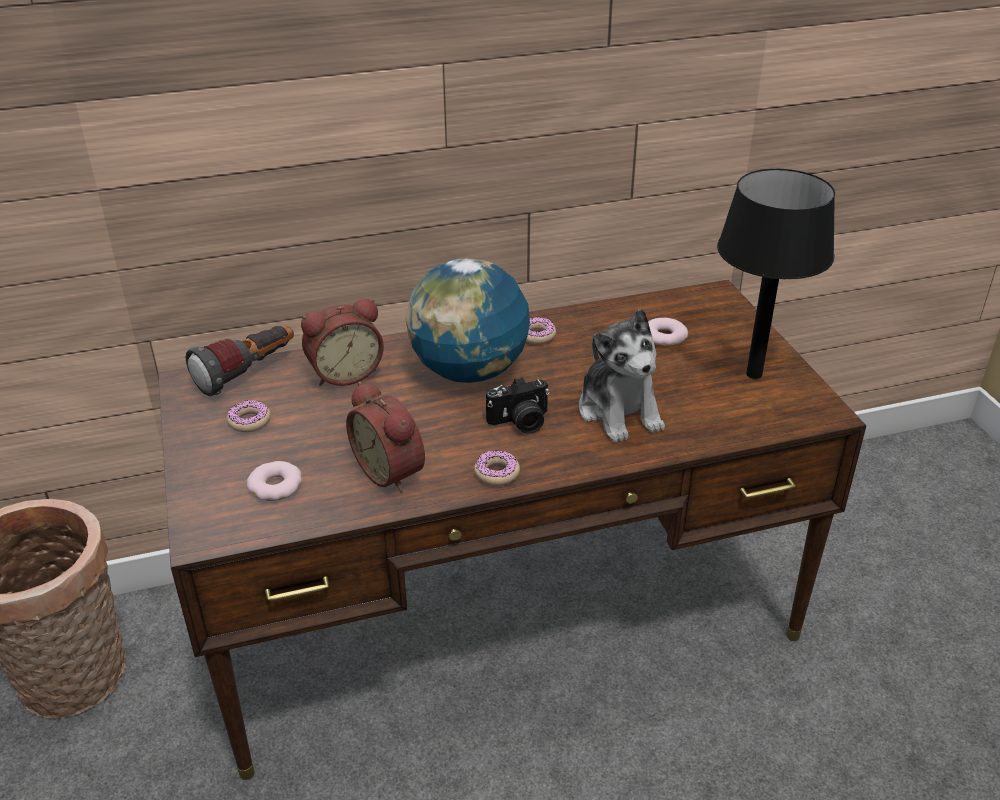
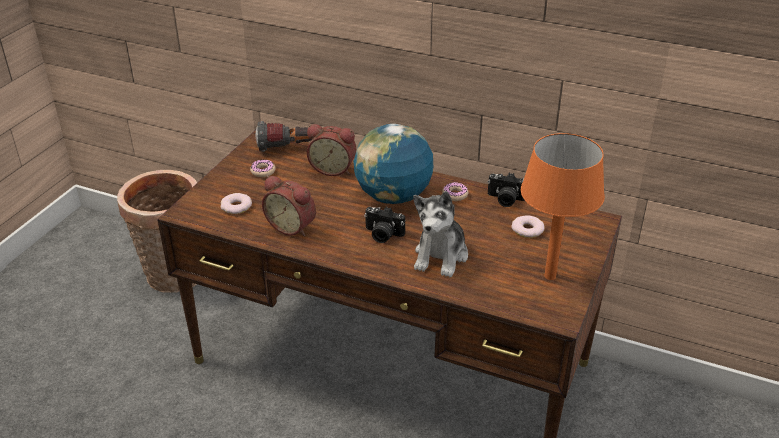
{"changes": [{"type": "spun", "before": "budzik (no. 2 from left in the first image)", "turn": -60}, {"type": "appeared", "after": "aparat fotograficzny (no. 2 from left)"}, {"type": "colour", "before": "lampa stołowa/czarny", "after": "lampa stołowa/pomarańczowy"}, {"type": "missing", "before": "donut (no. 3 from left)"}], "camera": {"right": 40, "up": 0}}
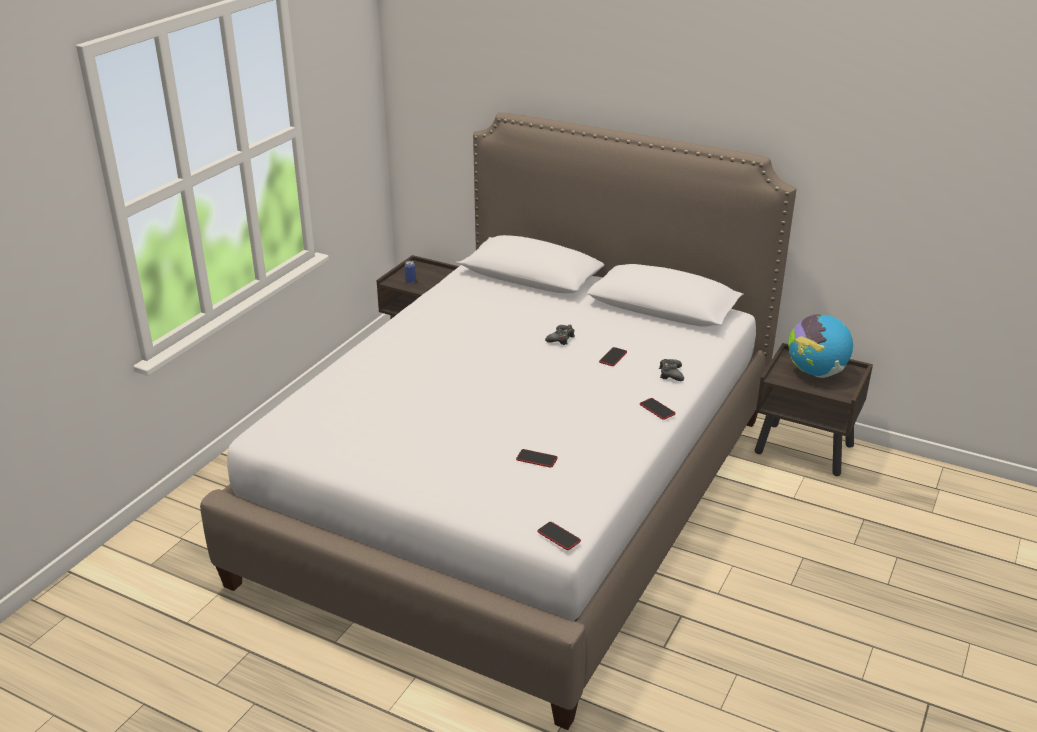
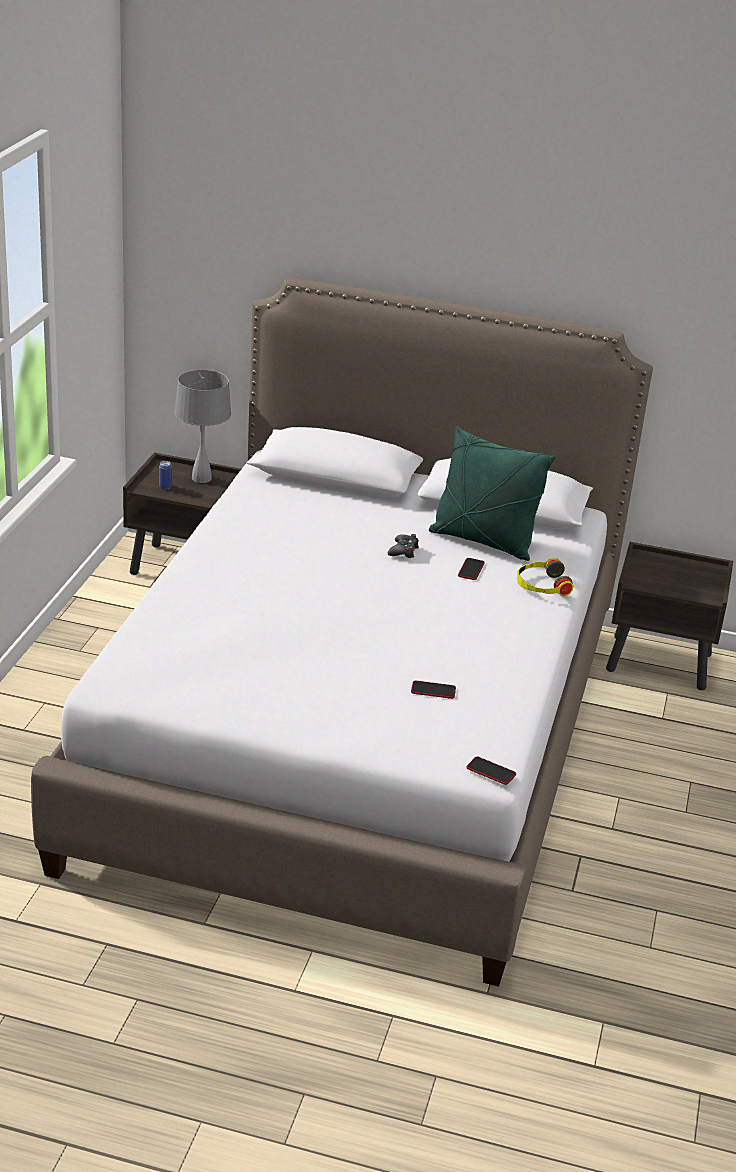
{"changes": [{"type": "appeared", "after": "lampa stołowa/szary"}, {"type": "appeared", "after": "poduszka/zielony"}, {"type": "exchanged", "before": "pad do gier/czarny (no. 2 from left)", "after": "słuchawki"}, {"type": "missing", "before": "telefon (no. 4 from left)"}, {"type": "missing", "before": "globus"}], "camera": {"right": -15, "up": 0}}
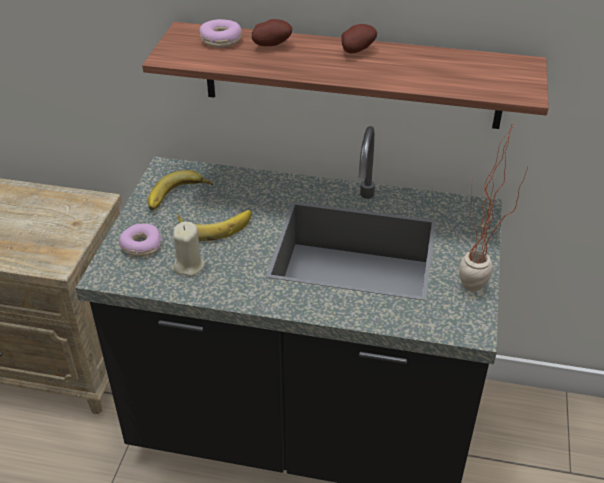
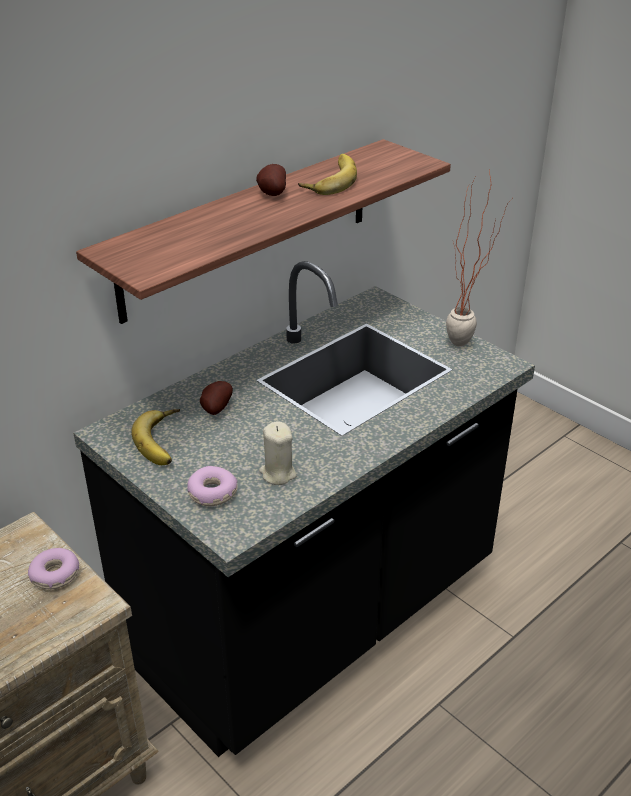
{"changes": [{"type": "relocated", "before": "donut (no. 2 from left in the first image)", "after": "donut (no. 1 from left)"}, {"type": "relocated", "before": "ziemniak (no. 1 from left)"}, {"type": "relocated", "before": "banan (no. 2 from left)"}], "camera": {"right": -55, "up": -5}}
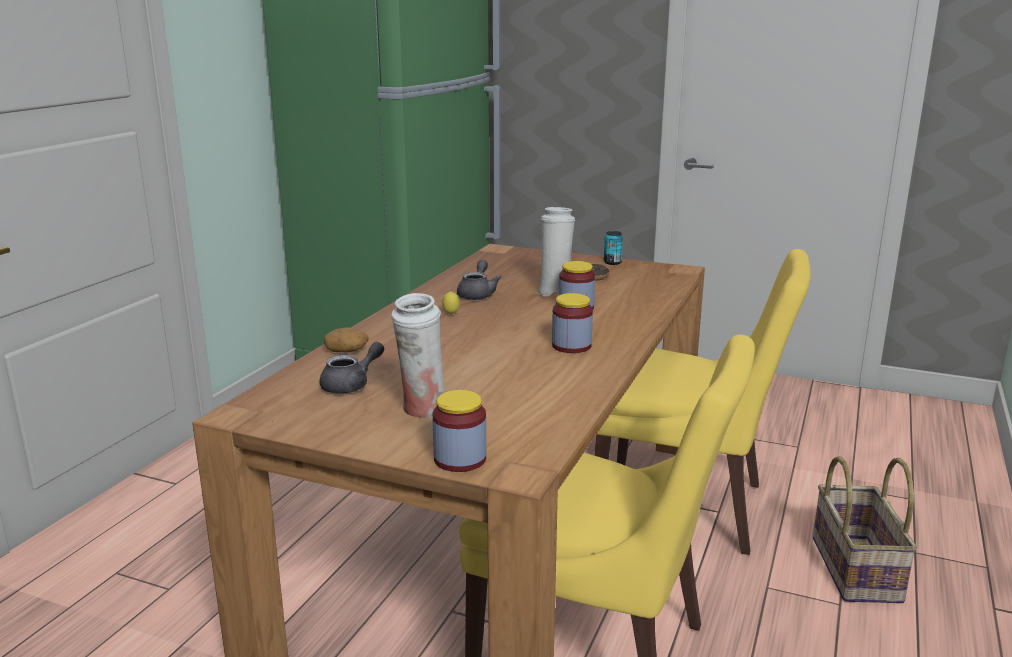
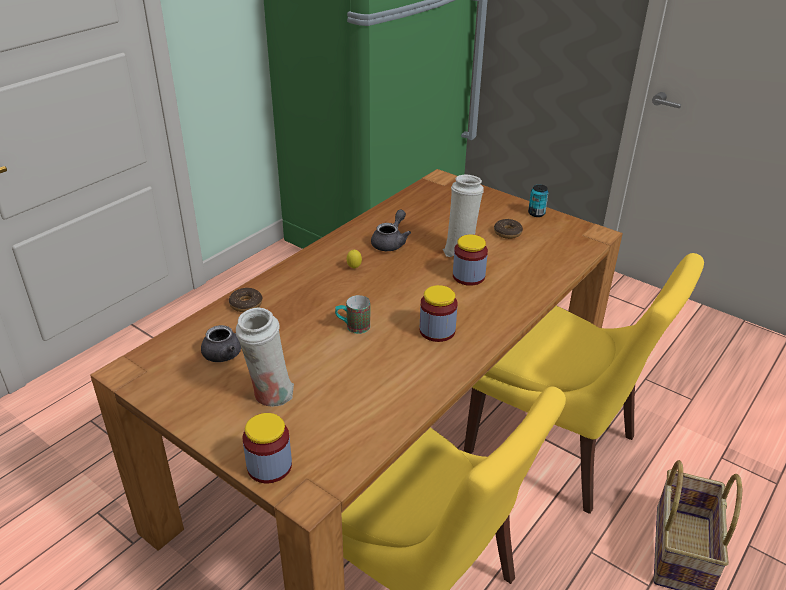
{"changes": [{"type": "exchanged", "before": "ziemniak", "after": "donut (no. 1 from left)"}, {"type": "appeared", "after": "kubek"}], "camera": {"right": 15, "up": 15}}
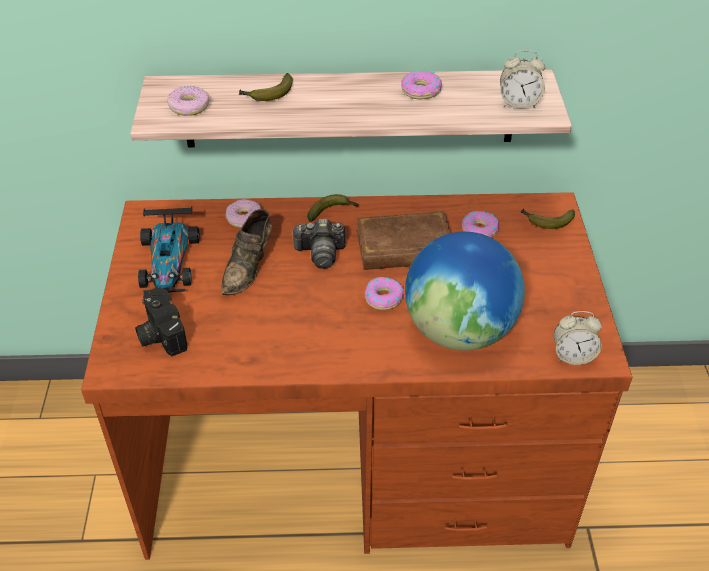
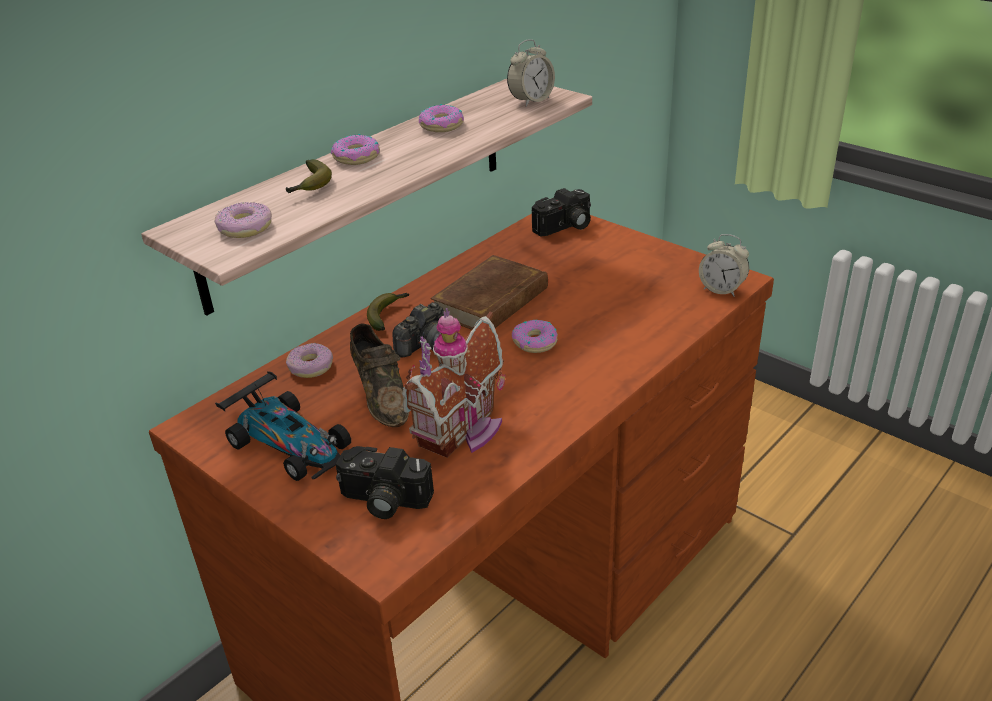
{"changes": [{"type": "relocated", "before": "donut (no. 5 from left in the first image)", "after": "donut (no. 3 from left)"}, {"type": "appeared", "after": "domek"}, {"type": "exchanged", "before": "banan (no. 3 from left)", "after": "aparat fotograficzny (no. 3 from left)"}, {"type": "spun", "before": "budzik (no. 2 from left)", "turn": 75}, {"type": "missing", "before": "globus"}], "camera": {"right": -45, "up": -10}}
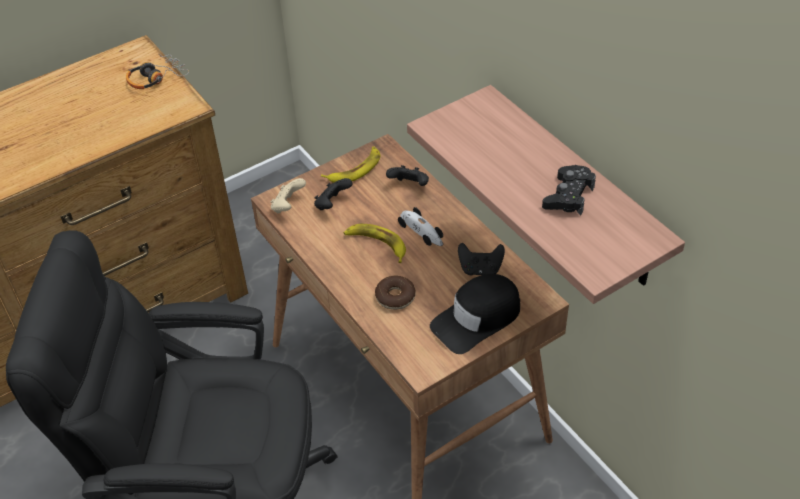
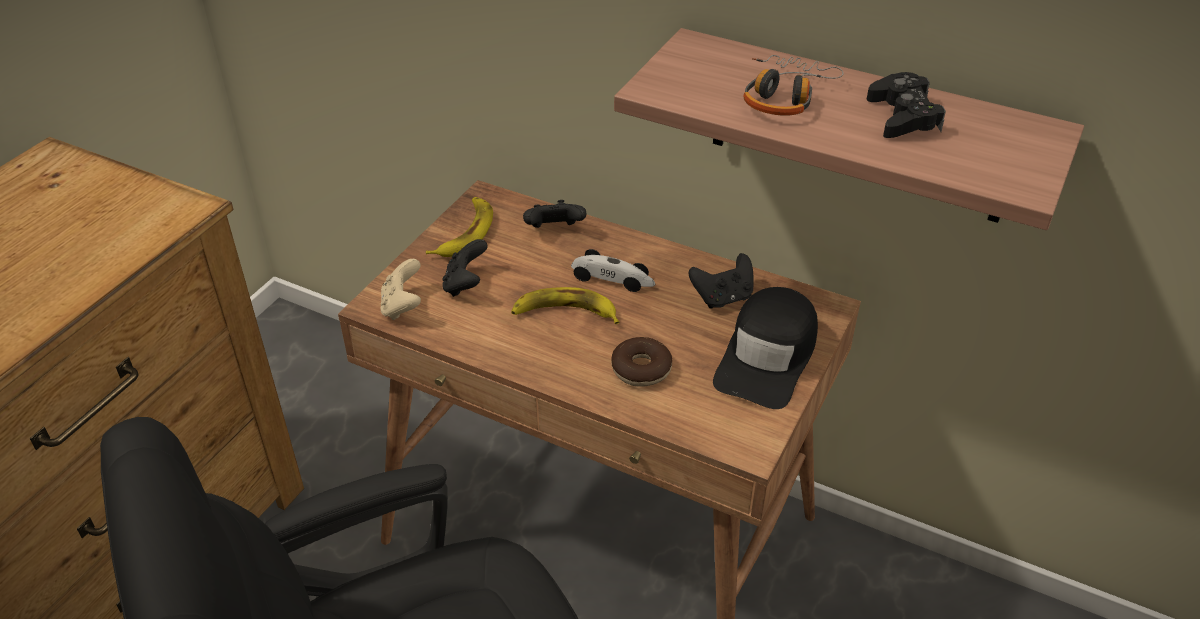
{"changes": [{"type": "relocated", "before": "słuchawki"}], "camera": {"right": -30, "up": -5}}
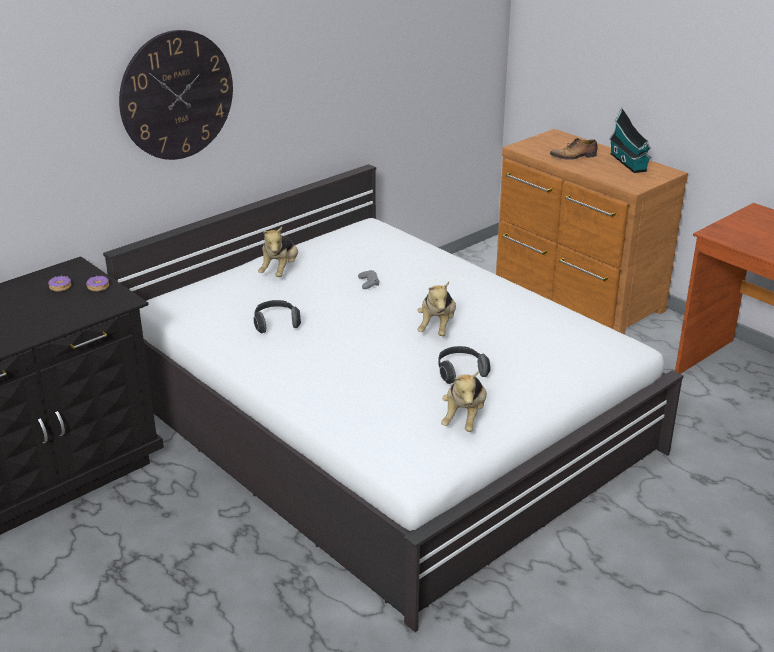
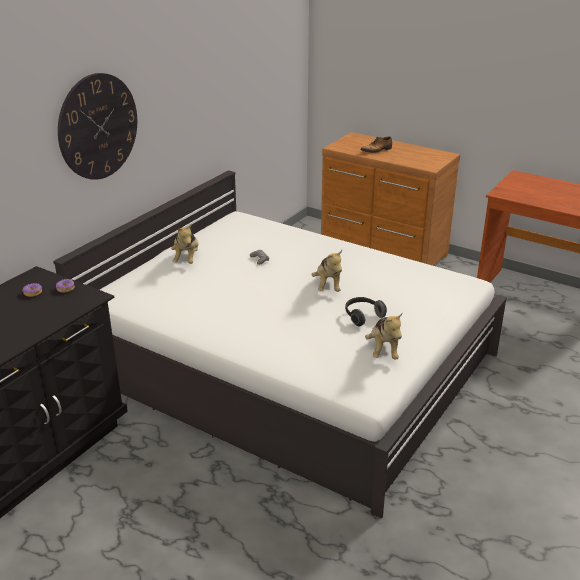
{"changes": [{"type": "missing", "before": "słuchawki (no. 1 from left)"}, {"type": "missing", "before": "domek"}], "camera": {"right": -15, "up": 0}}
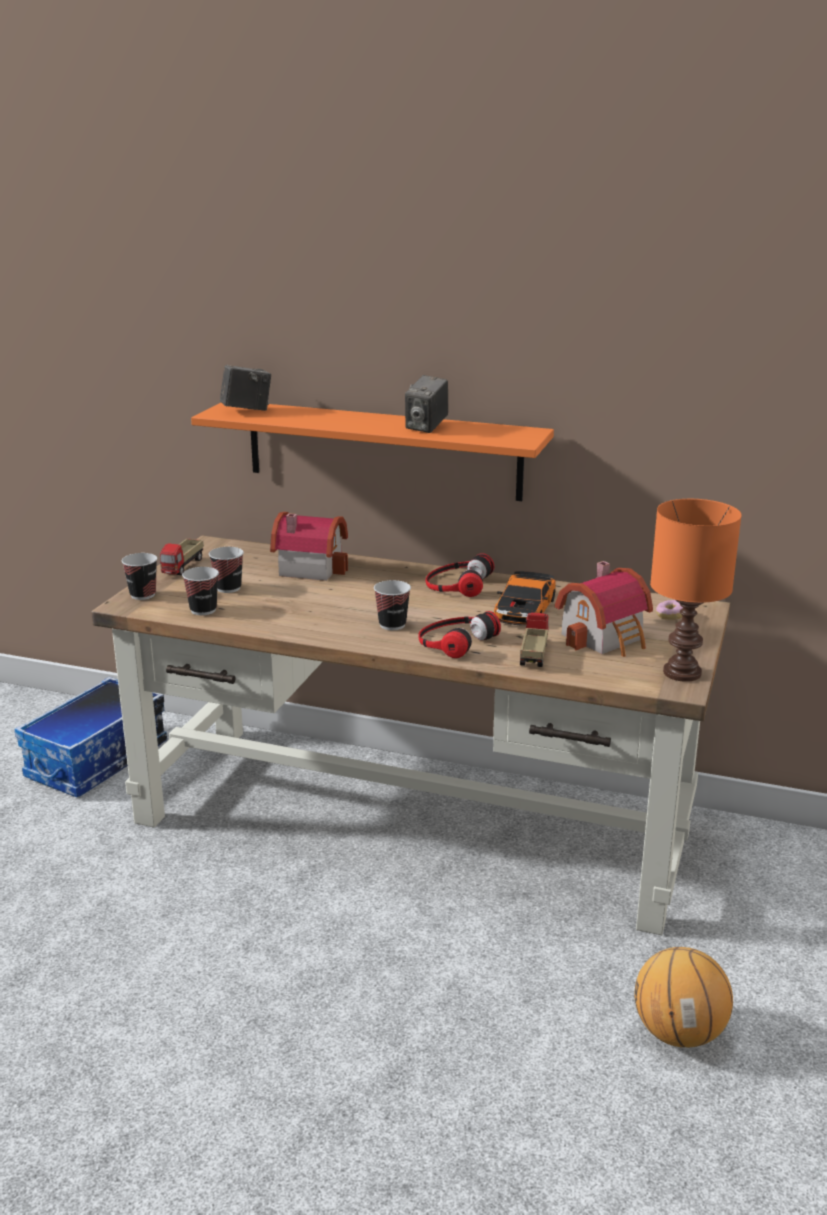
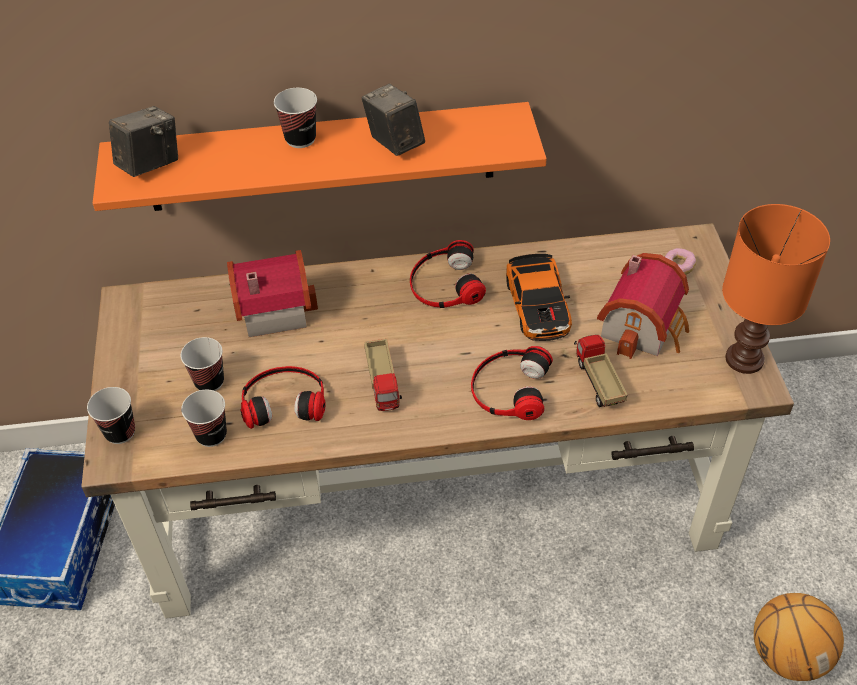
{"changes": [{"type": "appeared", "after": "słuchawki (no. 1 from left)"}, {"type": "relocated", "before": "filiżanka (no. 4 from left)"}, {"type": "spun", "before": "aparat fotograficzny (no. 2 from left)", "turn": 150}, {"type": "relocated", "before": "ciężarówka zabawkowa (no. 1 from left)"}], "camera": {"right": -25, "up": 25}}
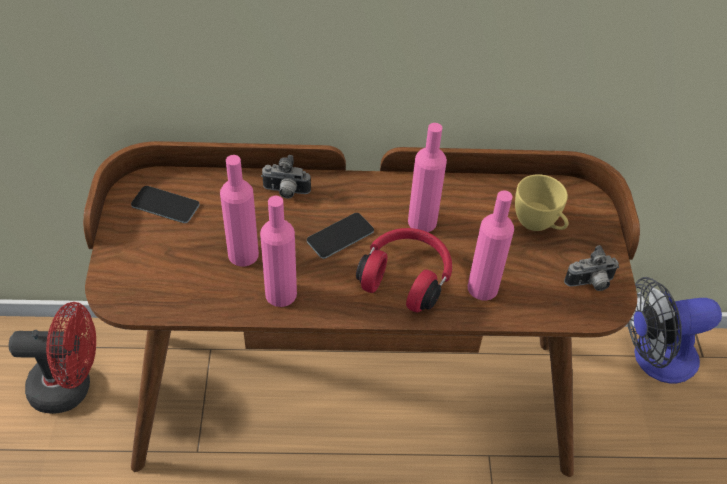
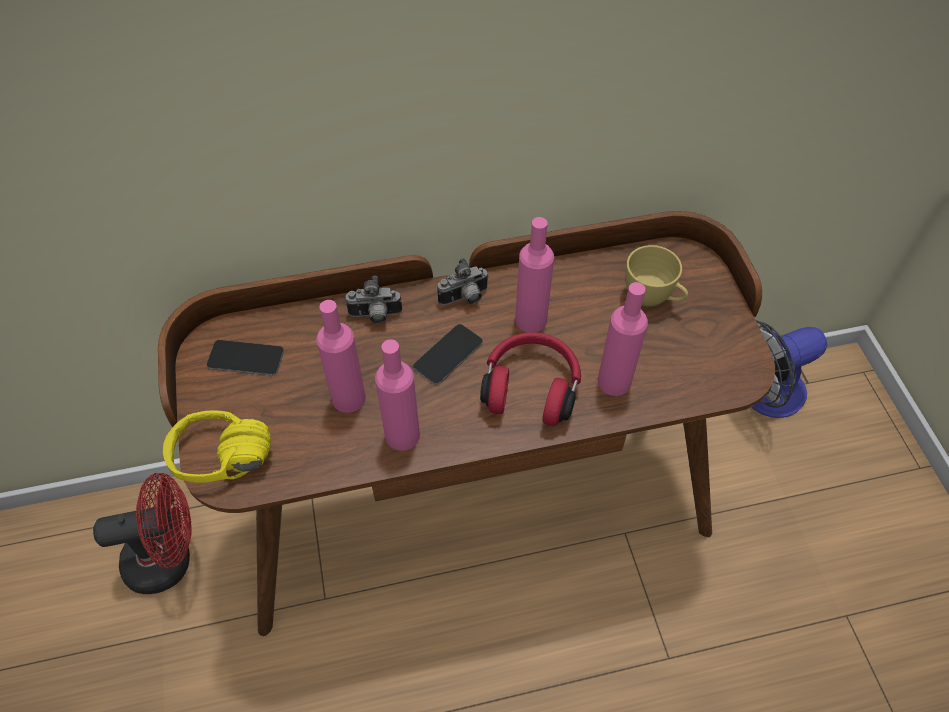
{"changes": [{"type": "appeared", "after": "słuchawki/żółty"}, {"type": "relocated", "before": "aparat fotograficzny (no. 2 from left)"}], "camera": {"right": -10, "up": 5}}
